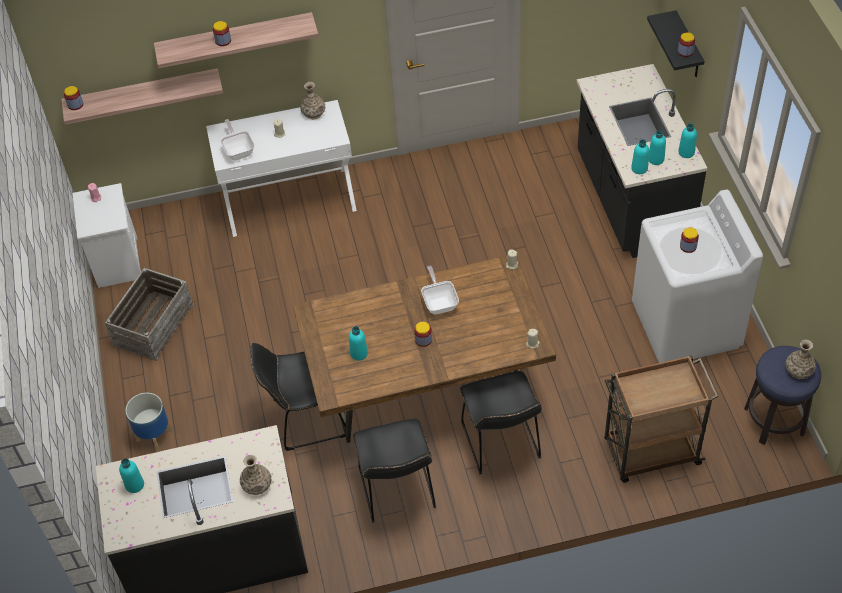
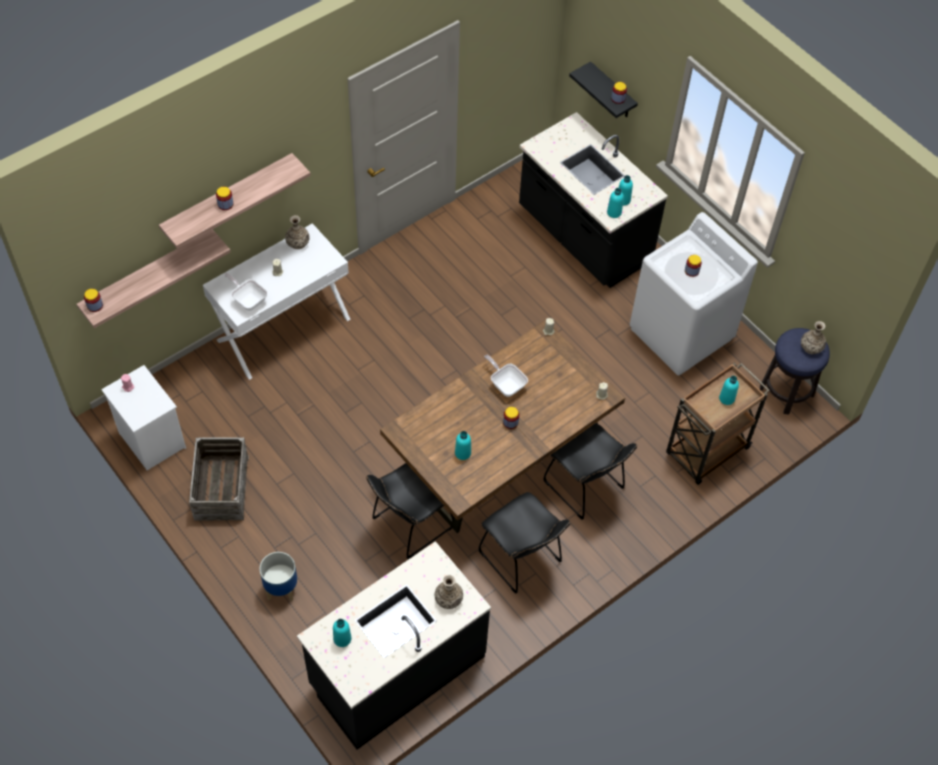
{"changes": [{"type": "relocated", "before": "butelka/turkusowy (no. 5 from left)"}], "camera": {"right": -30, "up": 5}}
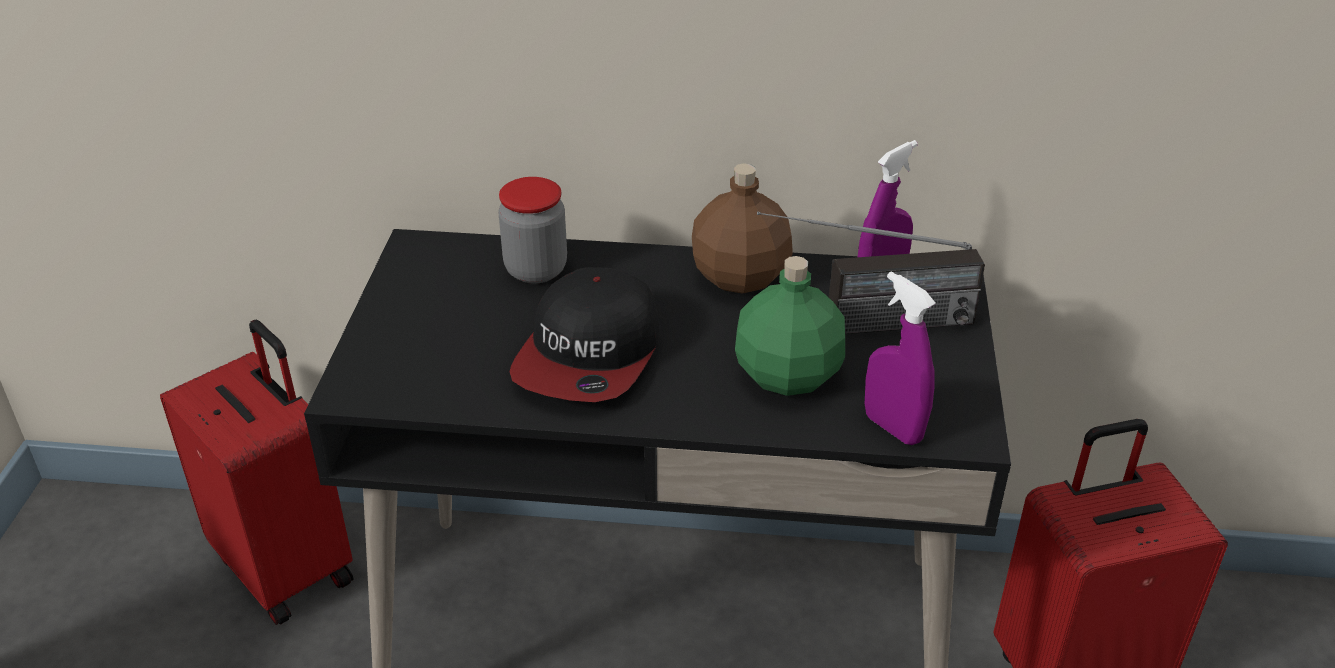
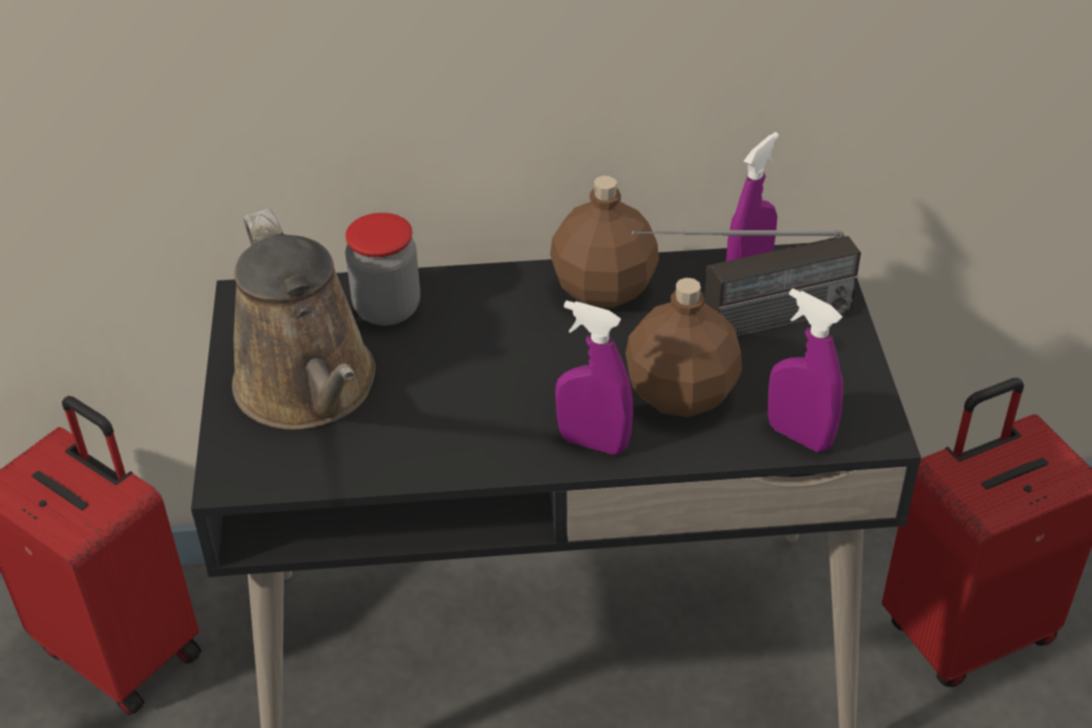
{"changes": [{"type": "appeared", "after": "konewka/brązowy"}, {"type": "appeared", "after": "spryskiwacz/fioletowy (no. 1 from left)"}, {"type": "colour", "before": "butelka/zielony", "after": "butelka/brązowy (no. 2 from left)"}, {"type": "missing", "before": "czapka z daszkiem"}], "camera": {"right": -10, "up": 5}}
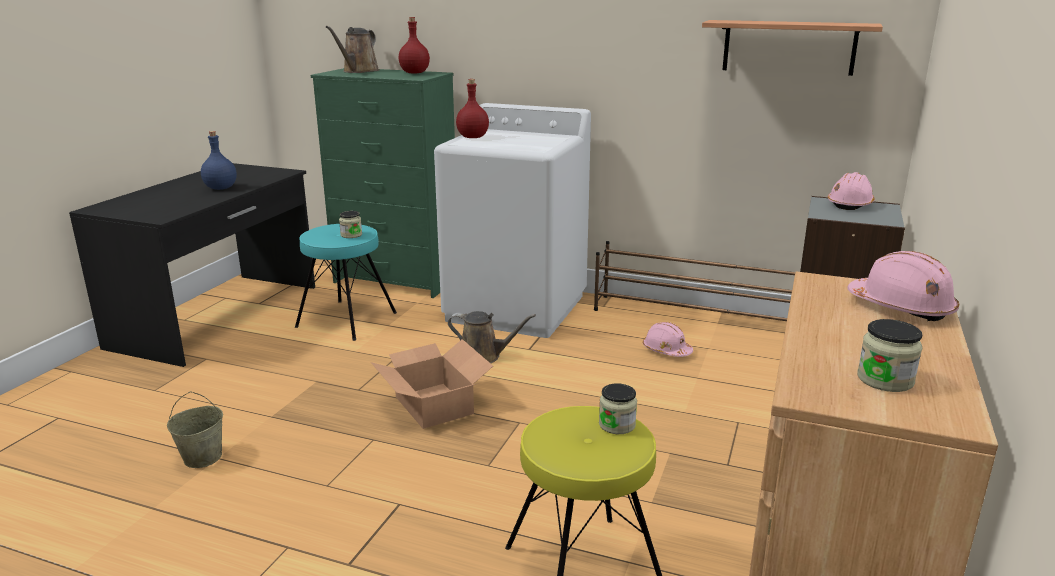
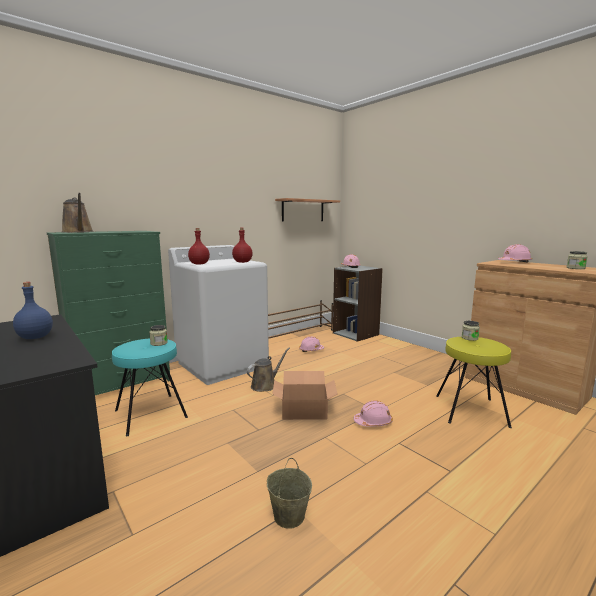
{"changes": [{"type": "relocated", "before": "butelka/czerwony (no. 1 from left in the first image)", "after": "butelka/czerwony (no. 2 from left)"}, {"type": "appeared", "after": "kask/różowy (no. 3 from left)"}], "camera": {"right": -60, "up": -10}}
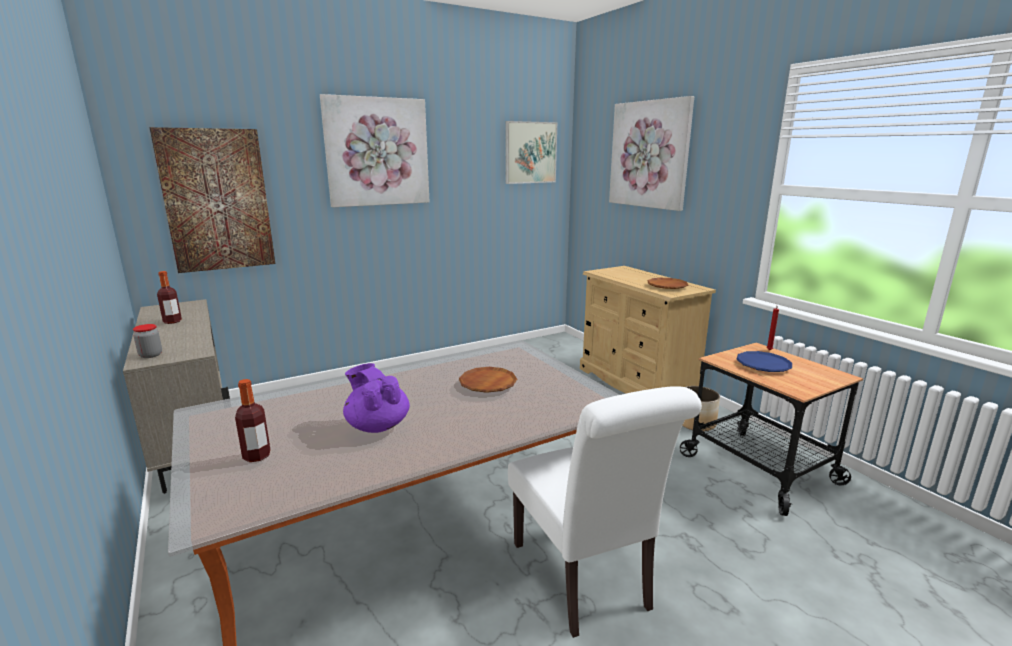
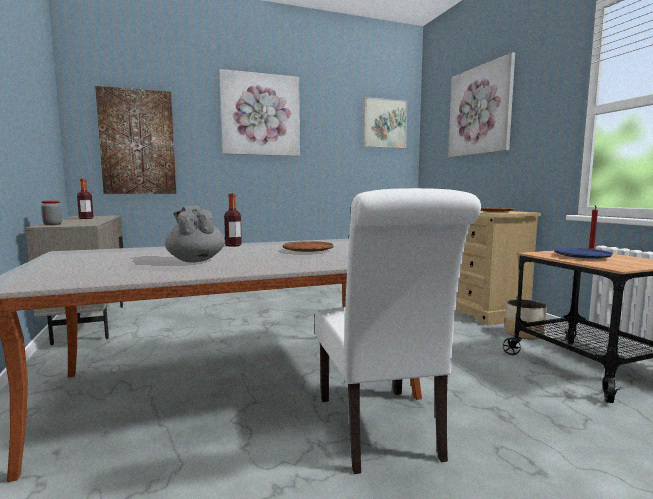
{"changes": [{"type": "colour", "before": "imbryk/fioletowy", "after": "imbryk/szary"}, {"type": "relocated", "before": "butelka (no. 2 from left)"}], "camera": {"right": 10, "up": -10}}
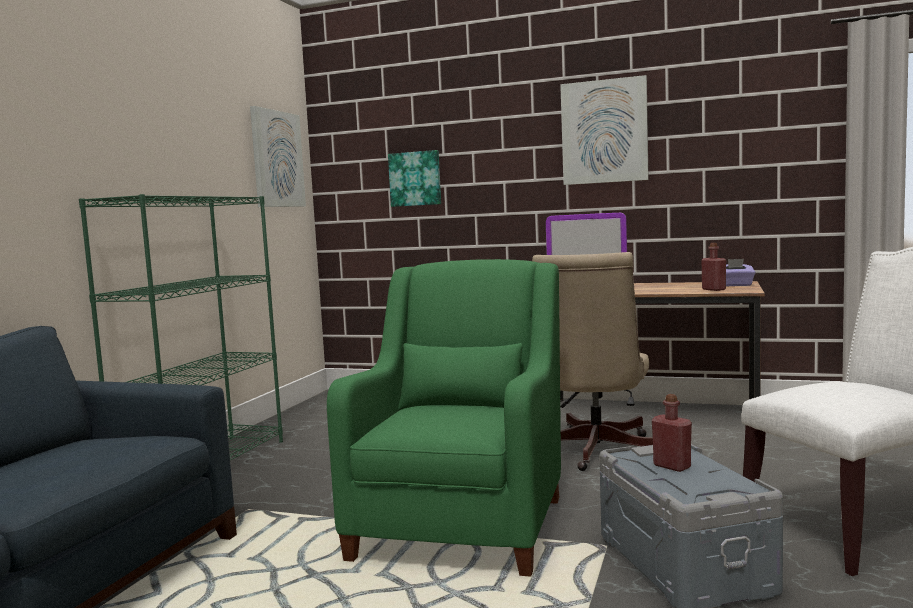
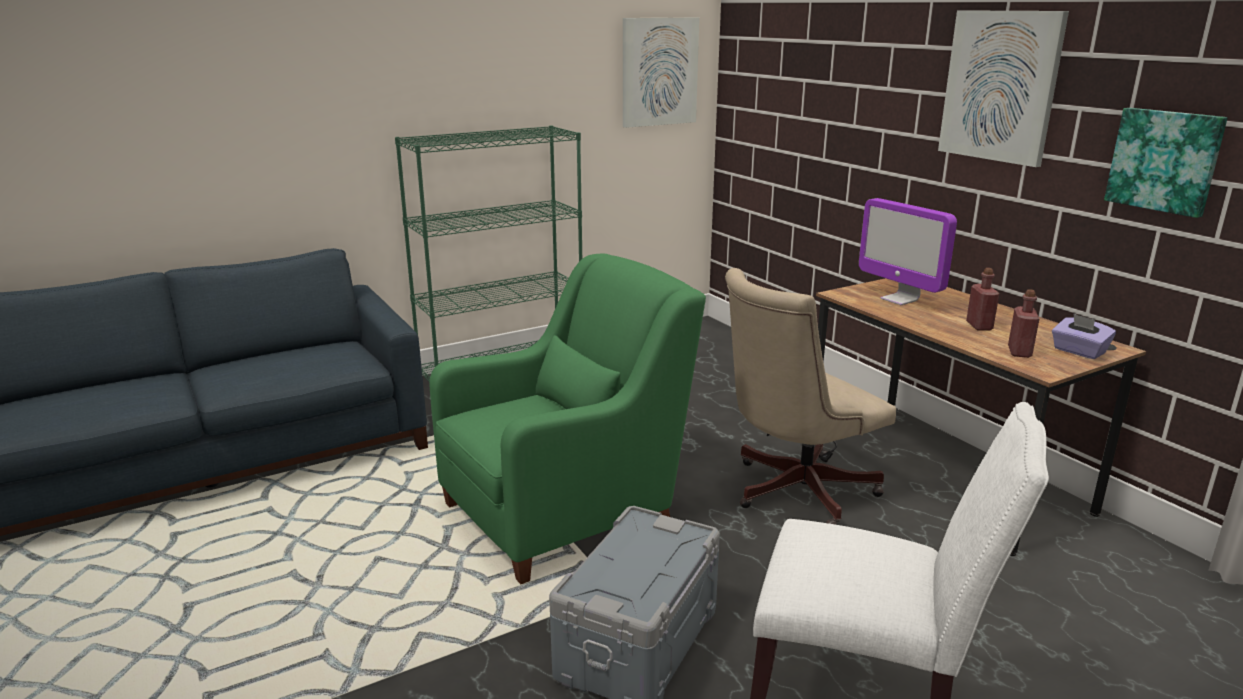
{"changes": [{"type": "relocated", "before": "butelka/czerwony (no. 1 from left)"}, {"type": "relocated", "before": "obraz (no. 2 from left in the first image)", "after": "obraz (no. 3 from left)"}], "camera": {"right": 40, "up": 15}}
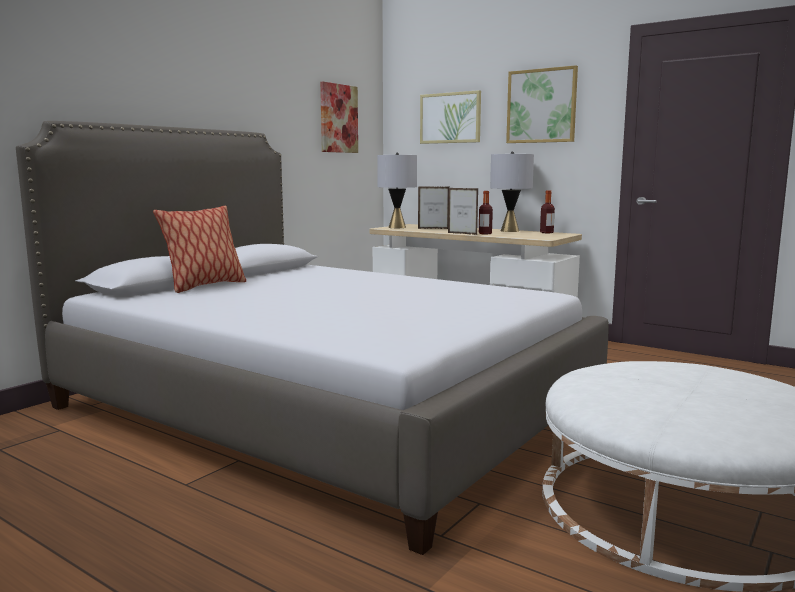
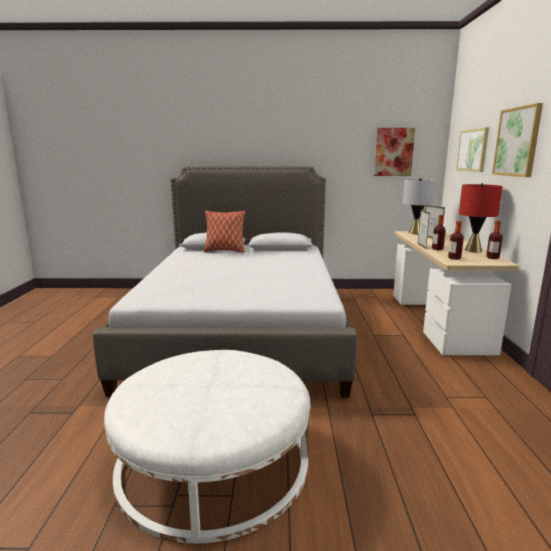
{"changes": [{"type": "appeared", "after": "butelka (no. 2 from left)"}, {"type": "colour", "before": "lampa stołowa/szary (no. 2 from left)", "after": "lampa stołowa/czerwony"}], "camera": {"right": 55, "up": 5}}
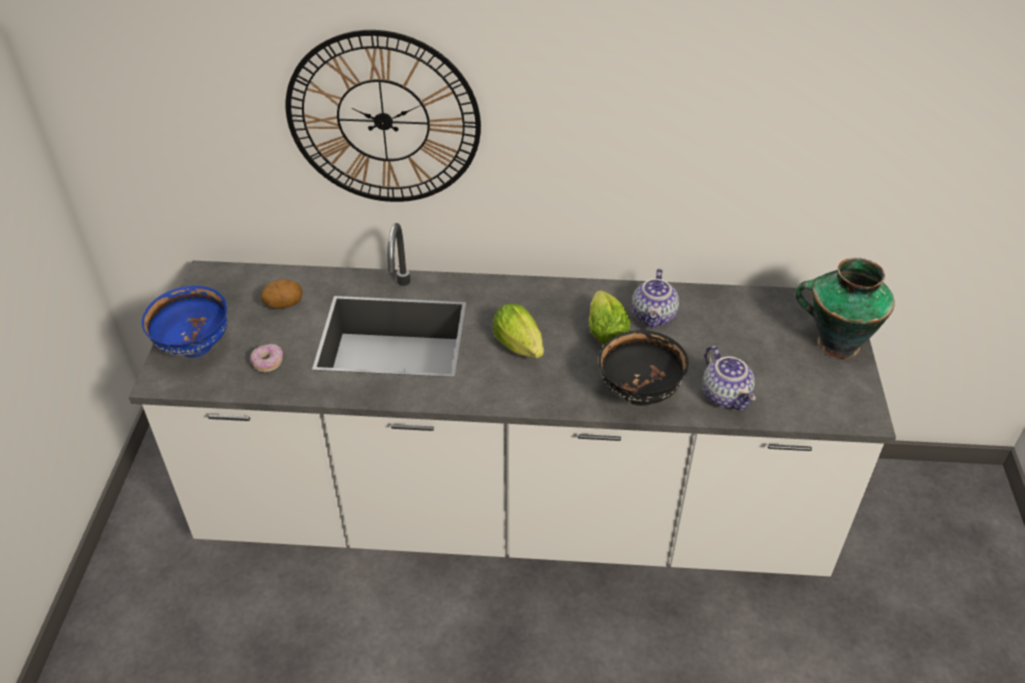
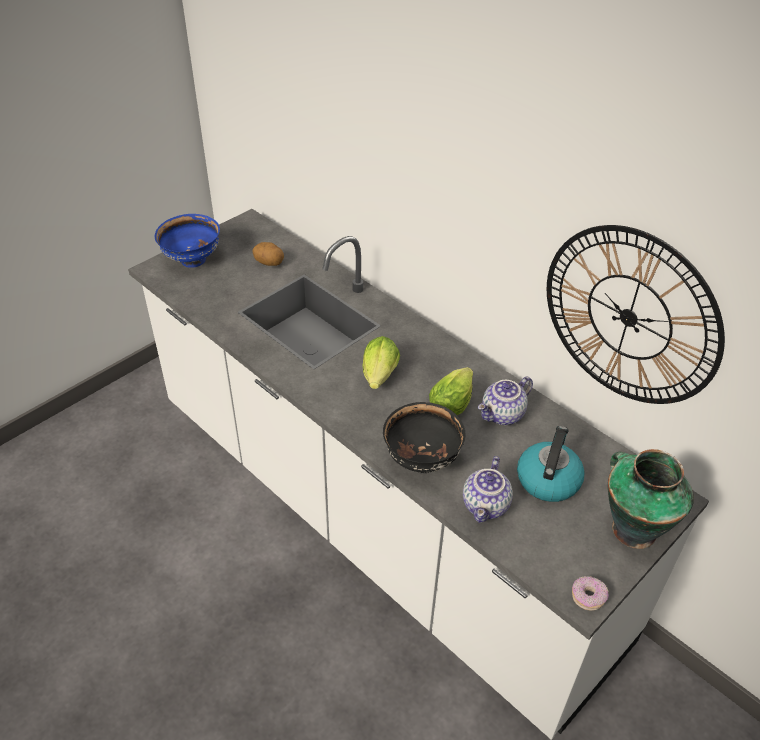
{"changes": [{"type": "appeared", "after": "czajnik"}, {"type": "relocated", "before": "zegar ścienny"}, {"type": "relocated", "before": "donut"}], "camera": {"right": 40, "up": 0}}
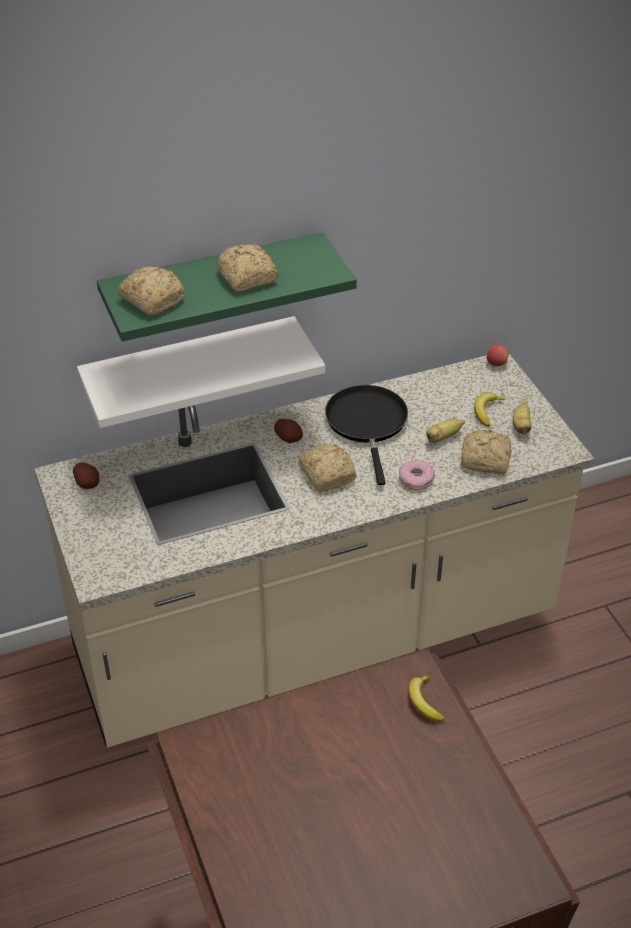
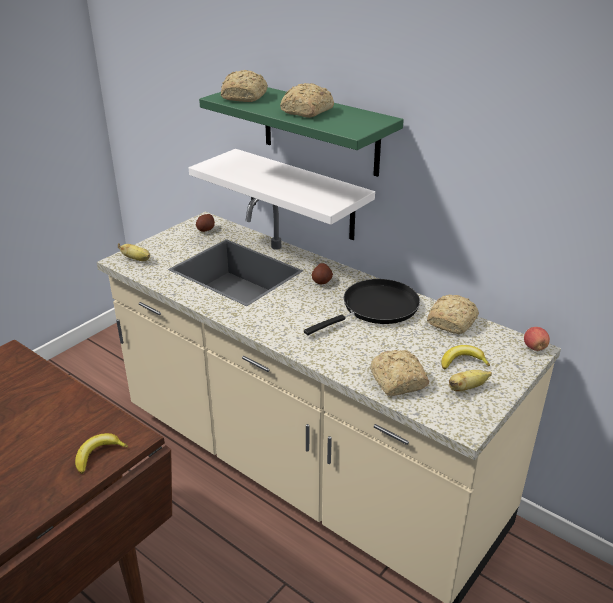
{"changes": [{"type": "relocated", "before": "banan (no. 2 from left)"}, {"type": "relocated", "before": "chleb (no. 3 from left in the first image)", "after": "chleb (no. 4 from left)"}, {"type": "missing", "before": "donut"}], "camera": {"right": 60, "up": -10}}
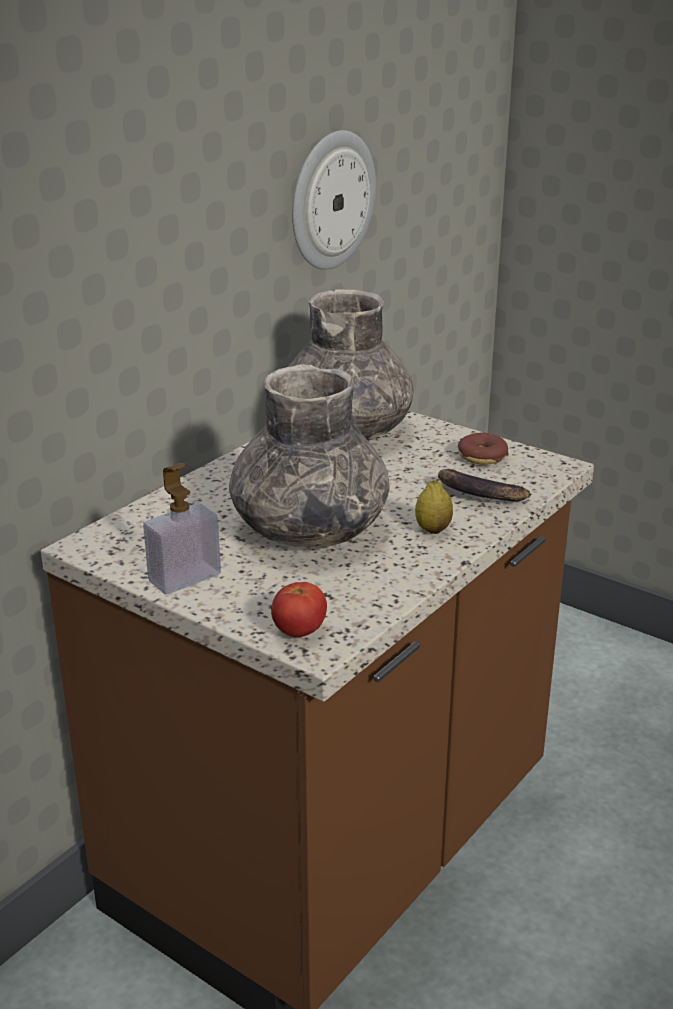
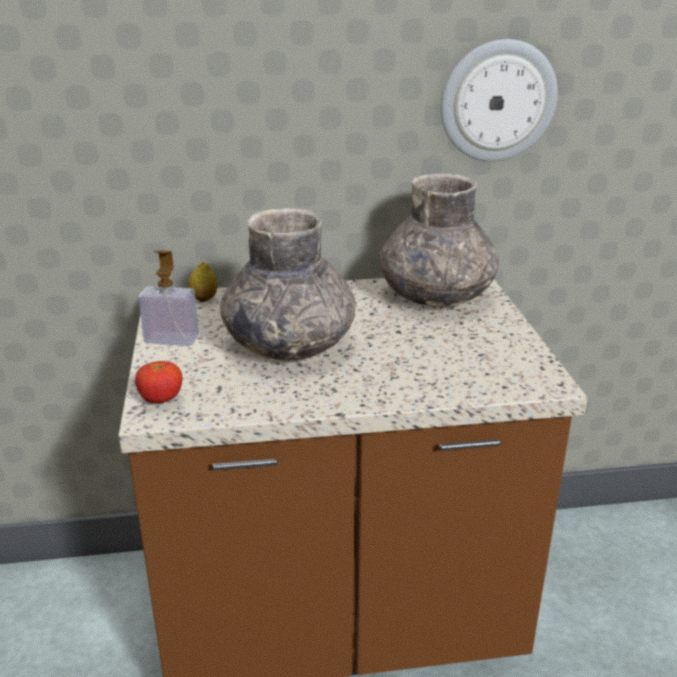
{"changes": [{"type": "relocated", "before": "cytryna"}, {"type": "missing", "before": "banan"}, {"type": "missing", "before": "donut"}], "camera": {"right": 45, "up": 0}}
